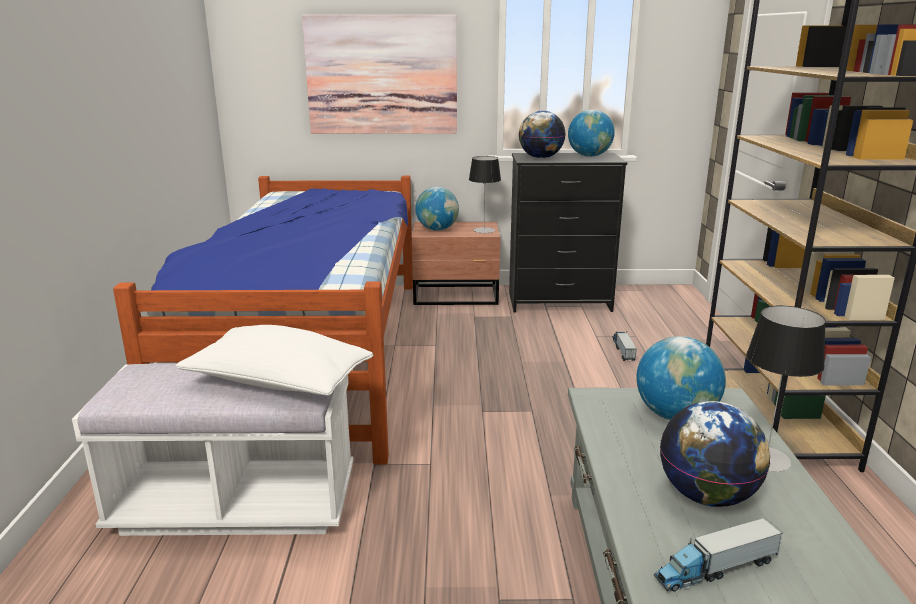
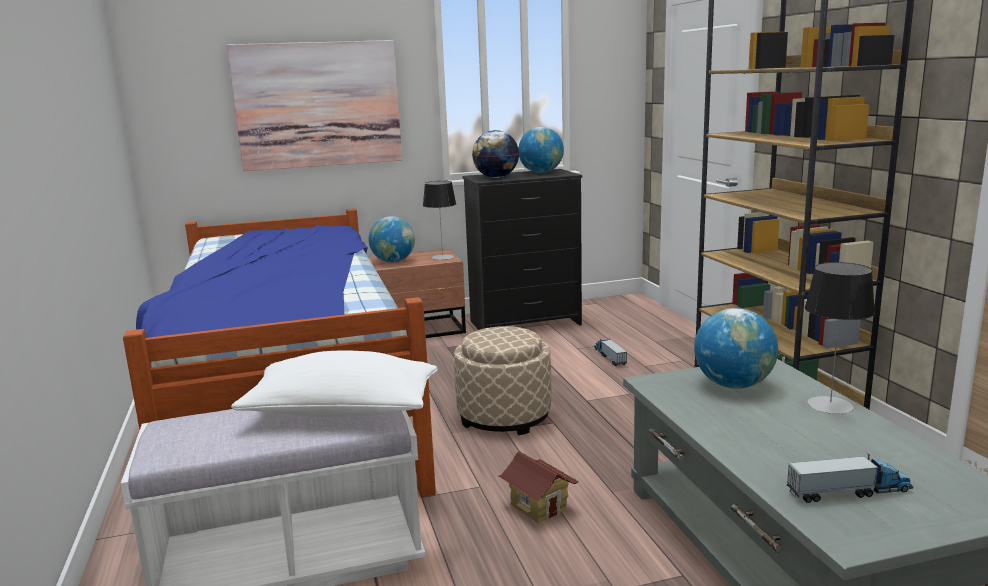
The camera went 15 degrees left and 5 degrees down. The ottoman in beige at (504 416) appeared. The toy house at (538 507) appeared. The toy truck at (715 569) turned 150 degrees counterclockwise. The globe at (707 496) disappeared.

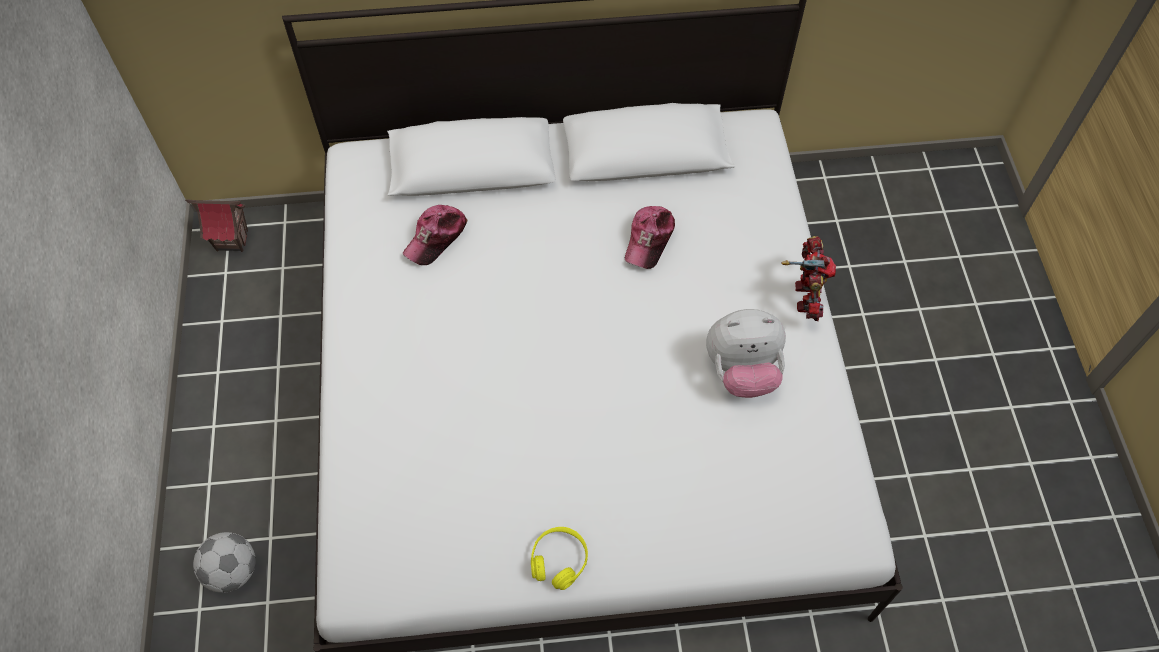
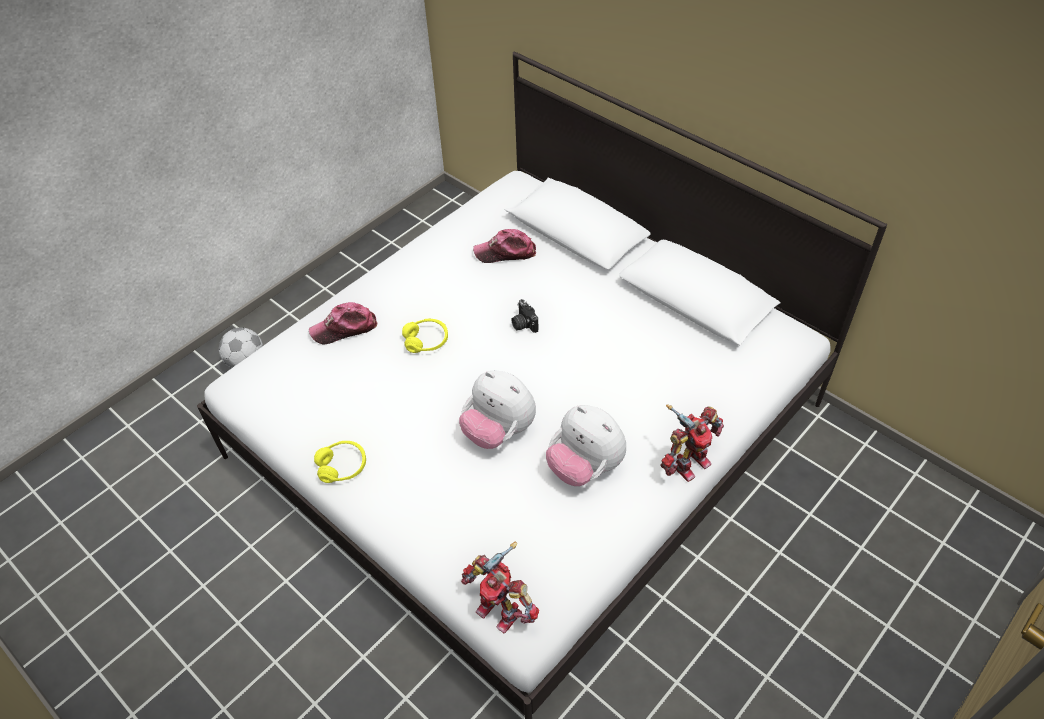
The camera went 50 degrees right and 10 degrees down. The cap moved from (649 240) to (344 328). The headphones in yellow at (426 341) appeared. The plush toy at (498 431) appeared. The toy robot at (501 609) appeared. The photo camera at (523 324) appeared. The toy house at (232 240) disappeared.

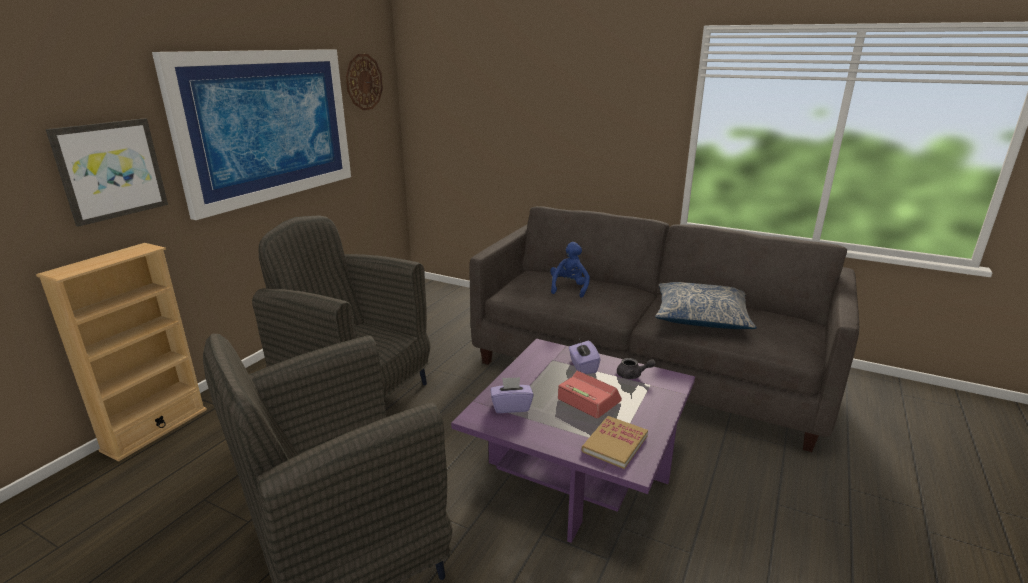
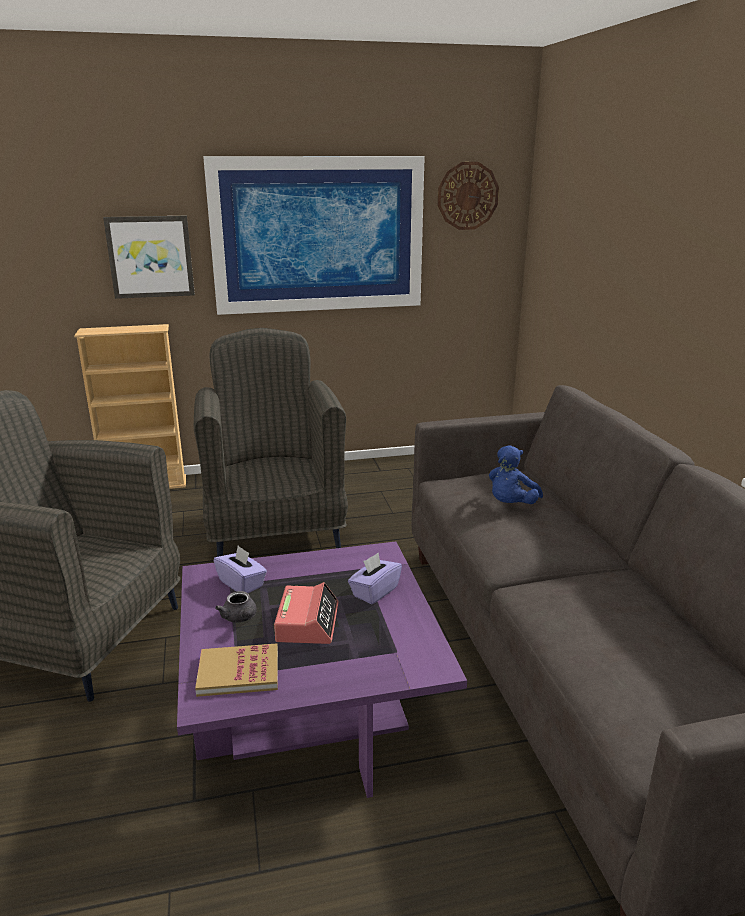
The camera went 50 degrees right and 0 degrees up. The teapot in grey moved from (632 375) to (240 618). The plush toy in blue at (569 288) turned 150 degrees clockwise. The pillow at (701 317) disappeared.

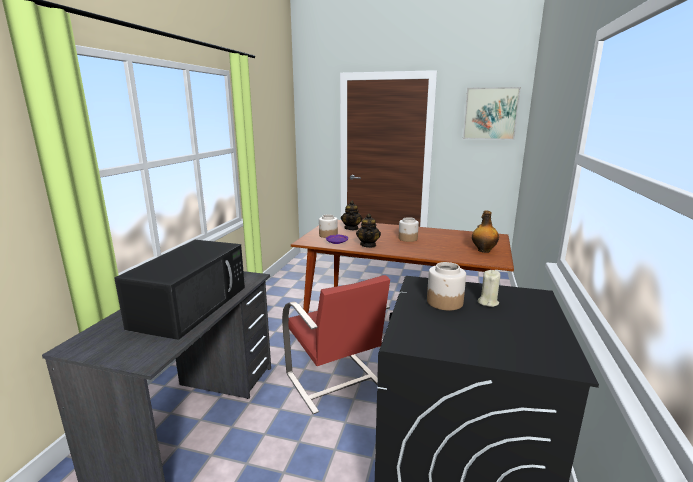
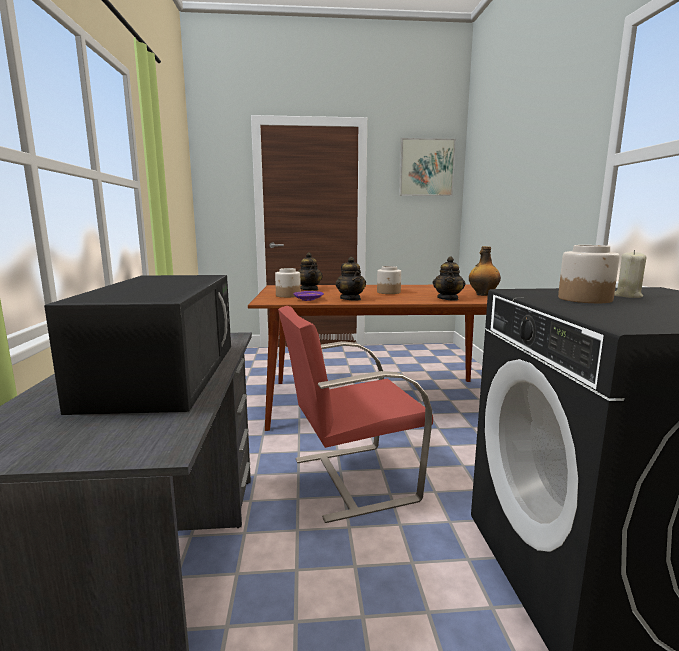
The camera went 20 degrees left and 5 degrees down. The chair in red at (335 381) turned 120 degrees clockwise. The teapot at (448 299) appeared.

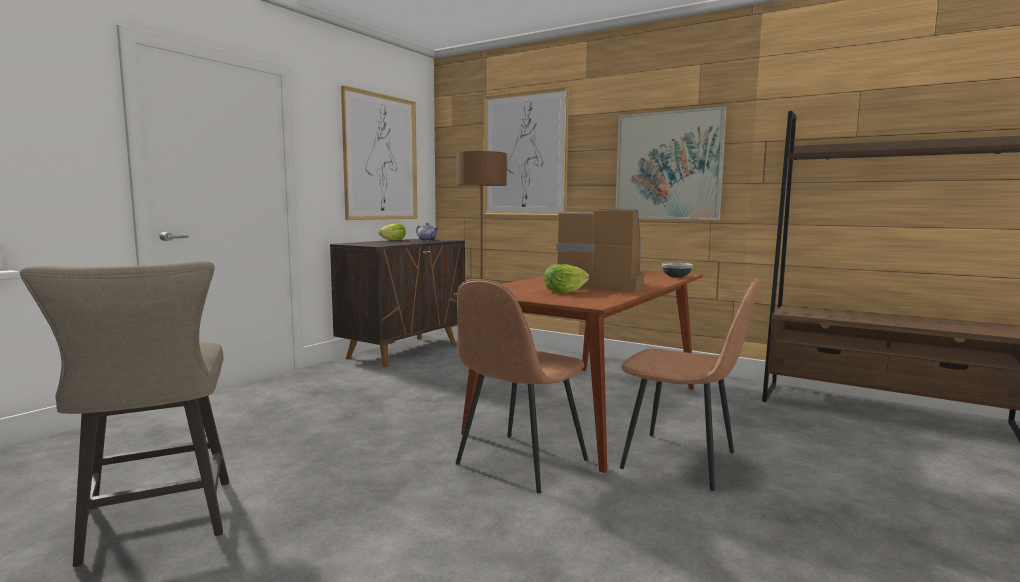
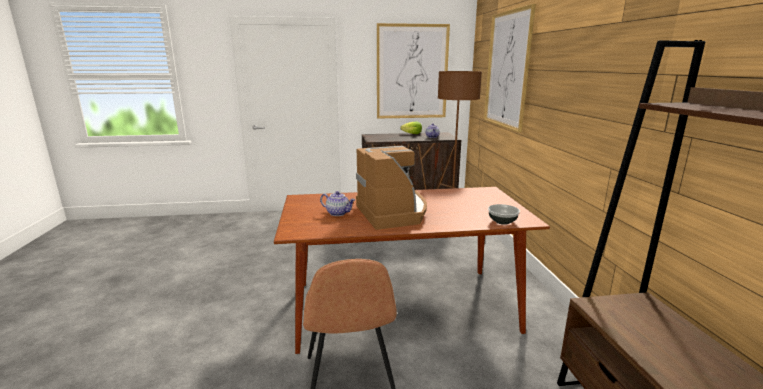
The camera went 50 degrees right and 10 degrees up. The lettuce at (564 291) was replaced by the teapot at (338 213). The stool in beige at (156 525) disappeared. The chair in brown at (519 463) disappeared. The picture at (668 166) disappeared.

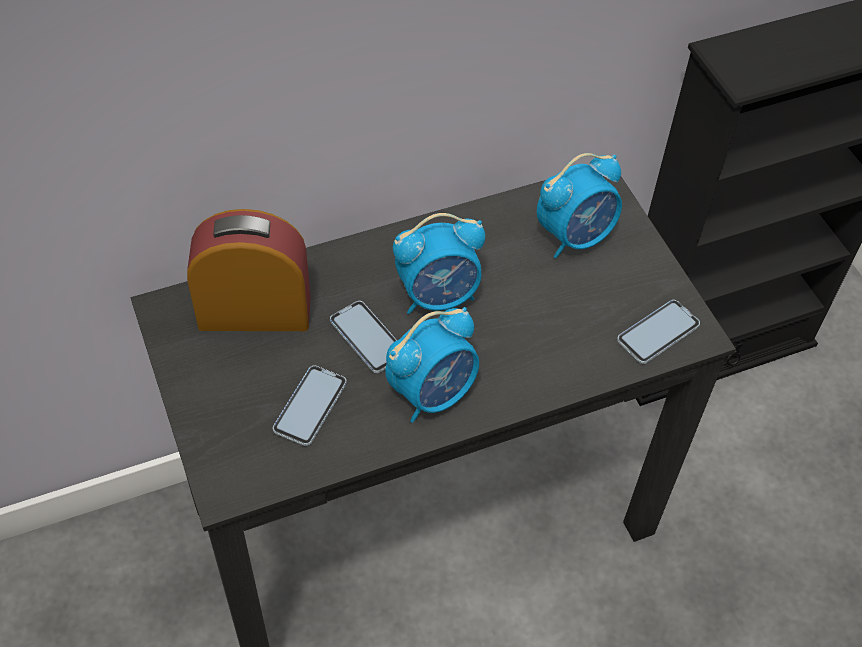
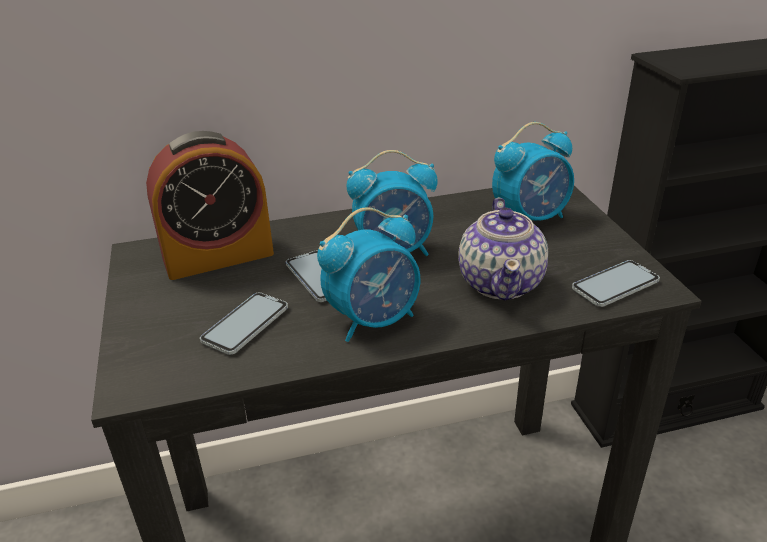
The camera went 10 degrees right and 20 degrees down. The alarm clock at (254 311) turned 150 degrees clockwise. The teapot at (501 282) appeared.

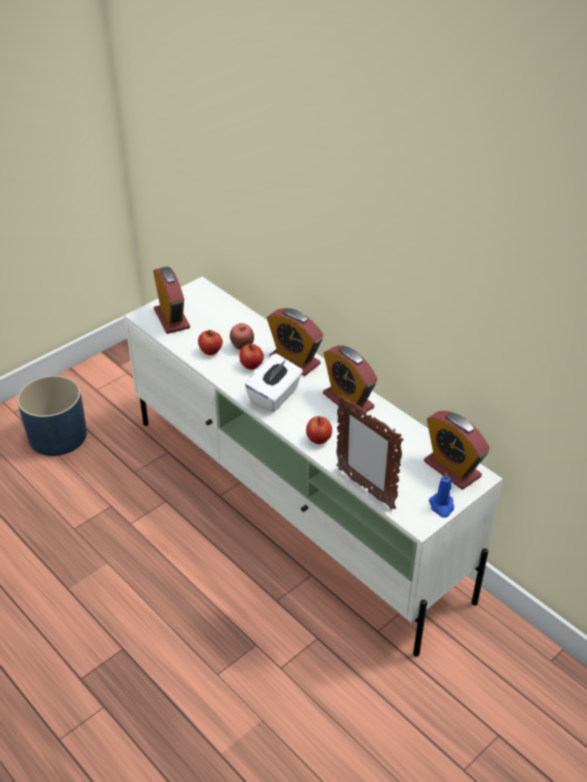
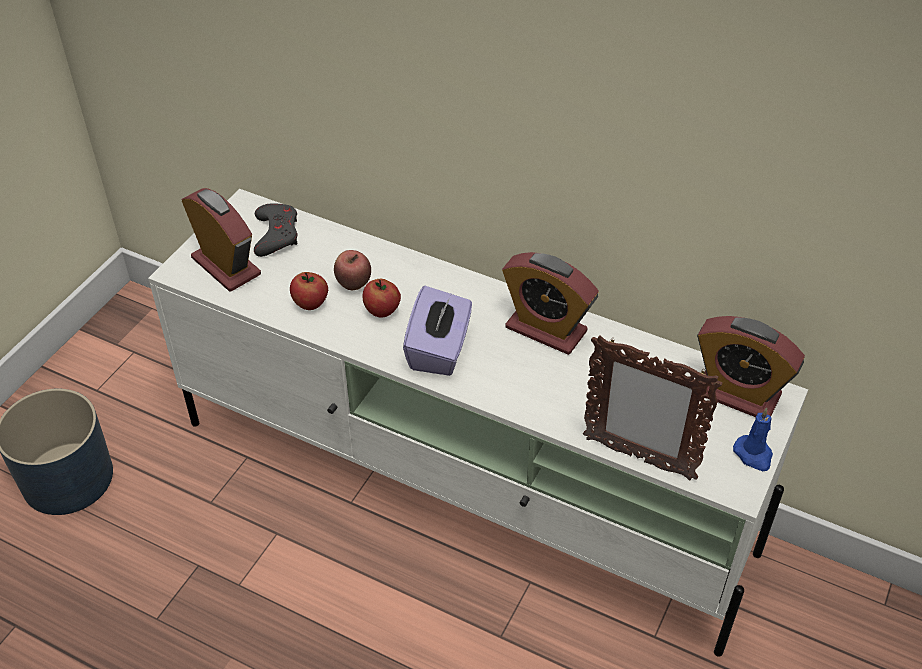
The camera went 20 degrees left and 5 degrees up. The game controller in grey at (276 234) appeared. The tissue box in white at (275 396) became the tissue box in purple at (439 349). The alarm clock at (294 361) disappeared. The apple at (318 440) disappeared.

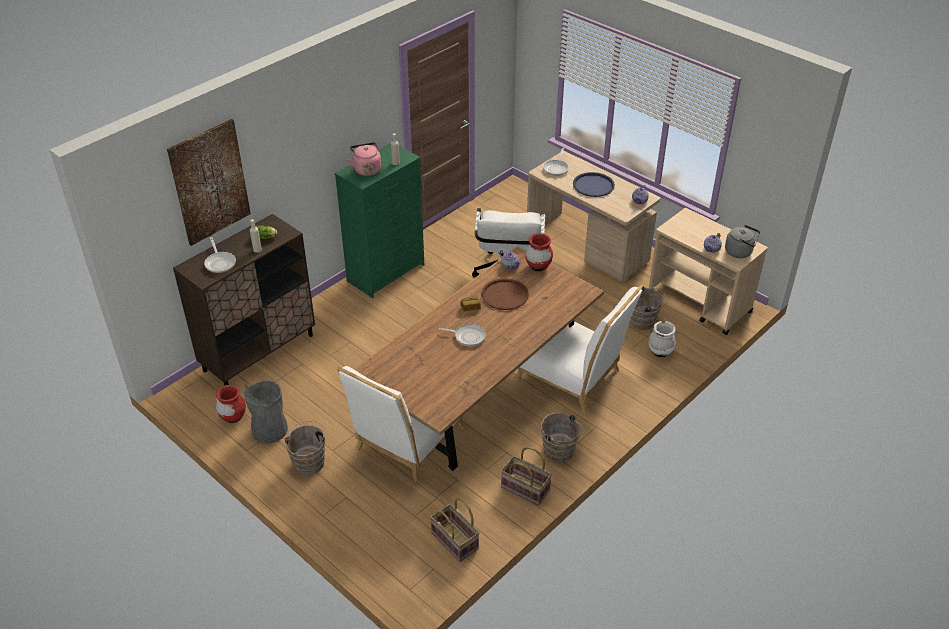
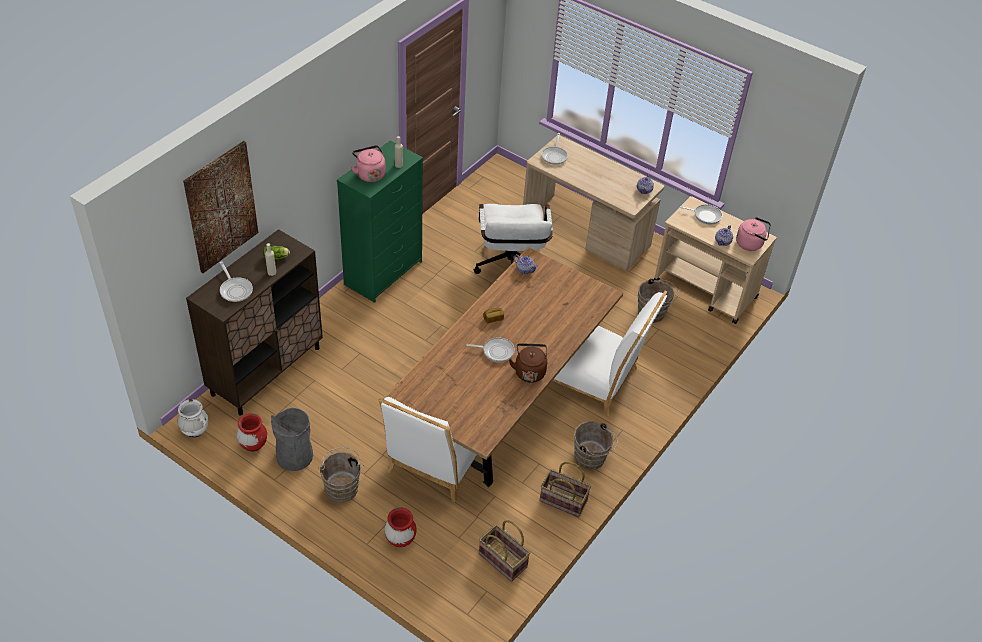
The camera went 10 degrees left and 5 degrees up. The vase in white moved from (660 352) to (195 431). The vase in red moved from (538 267) to (400 539). The kettle in brown at (529 371) appeared. The frying pan at (705 215) appeared. The kettle in grey at (740 252) became the kettle in pink at (751 244). The tray in brown at (505 295) disappeared. The tray in blue at (593 185) disappeared.

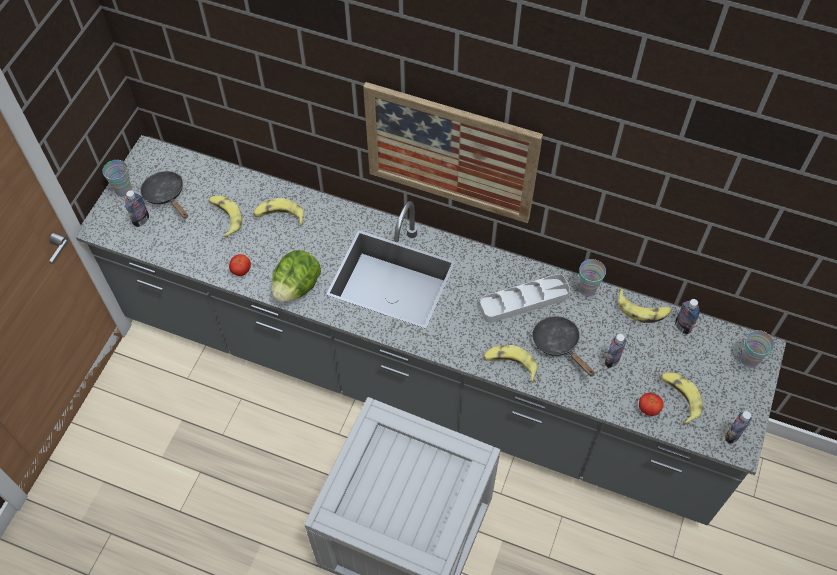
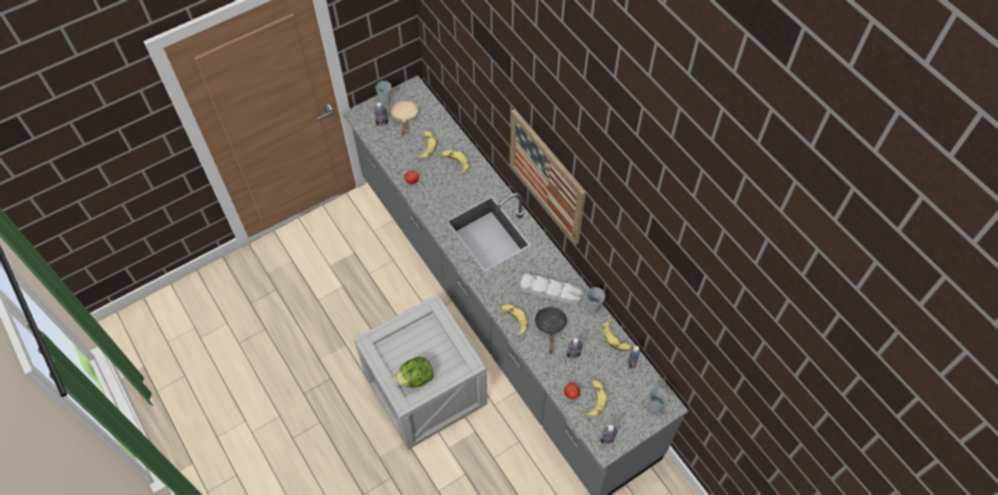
The camera went 35 degrees right and 0 degrees up. The frying pan in black at (166 195) became the frying pan in beige at (405 117). The lettuce moved from (297 287) to (416 378).

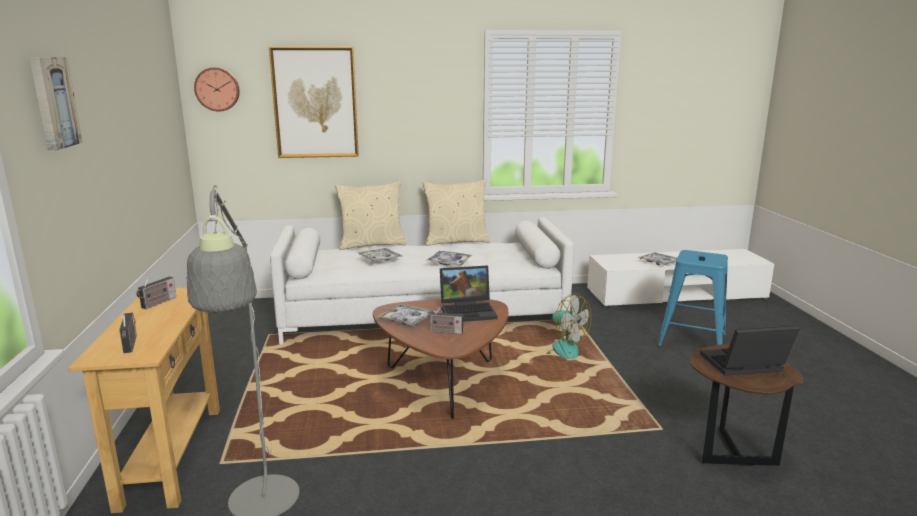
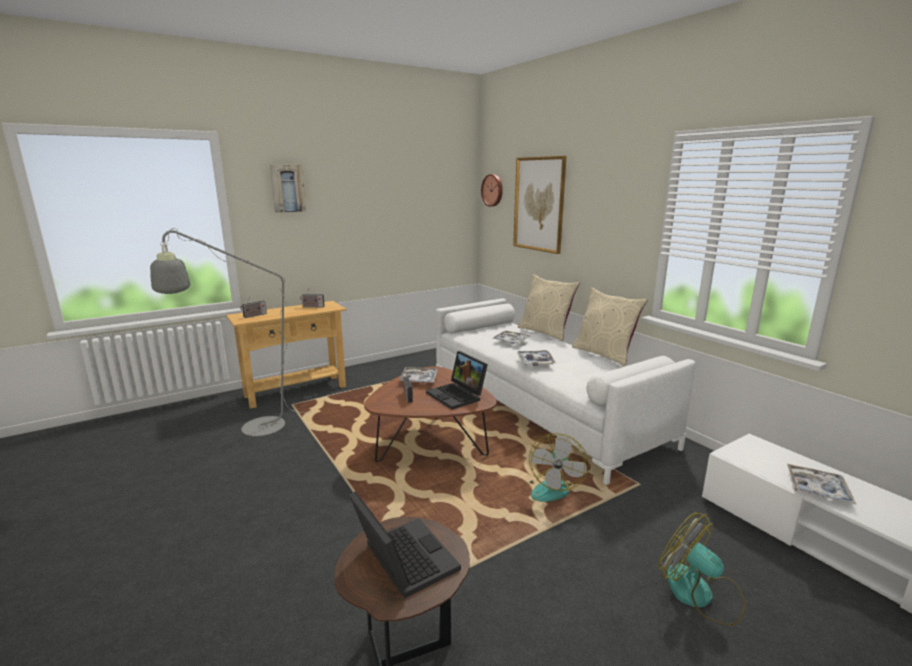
The camera went 65 degrees right and 0 degrees up. The stool in blue at (691 340) was replaced by the fan at (700 594).

